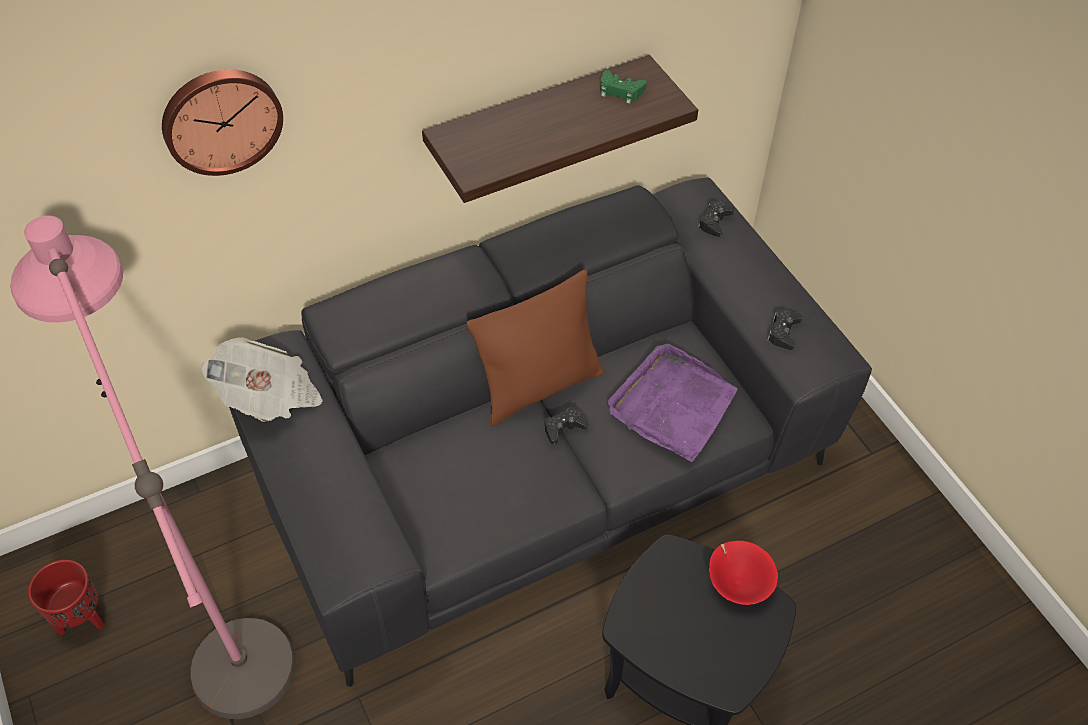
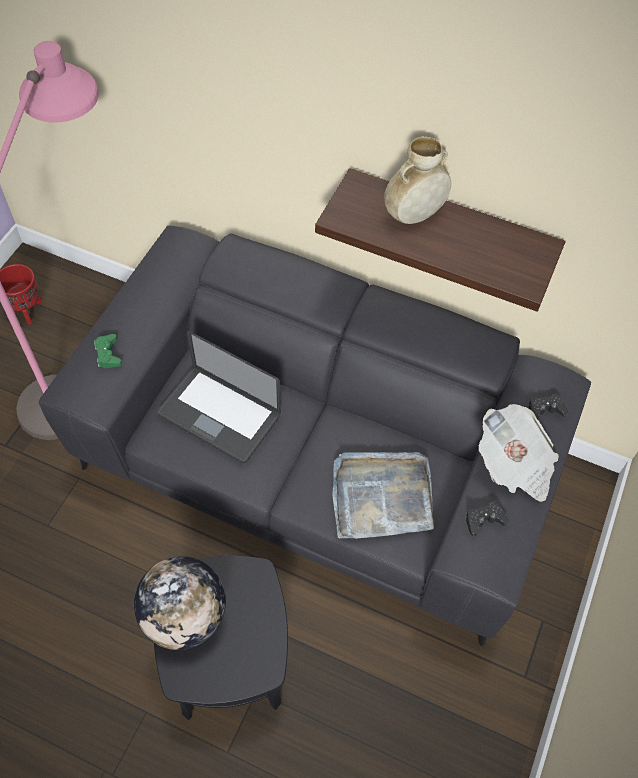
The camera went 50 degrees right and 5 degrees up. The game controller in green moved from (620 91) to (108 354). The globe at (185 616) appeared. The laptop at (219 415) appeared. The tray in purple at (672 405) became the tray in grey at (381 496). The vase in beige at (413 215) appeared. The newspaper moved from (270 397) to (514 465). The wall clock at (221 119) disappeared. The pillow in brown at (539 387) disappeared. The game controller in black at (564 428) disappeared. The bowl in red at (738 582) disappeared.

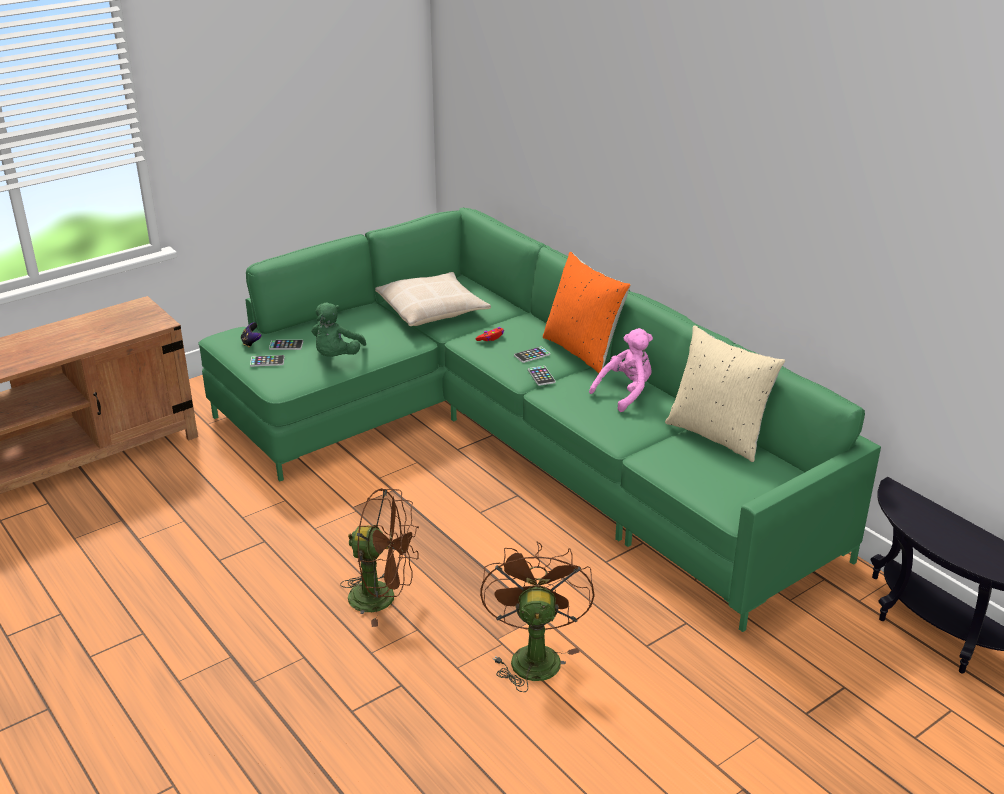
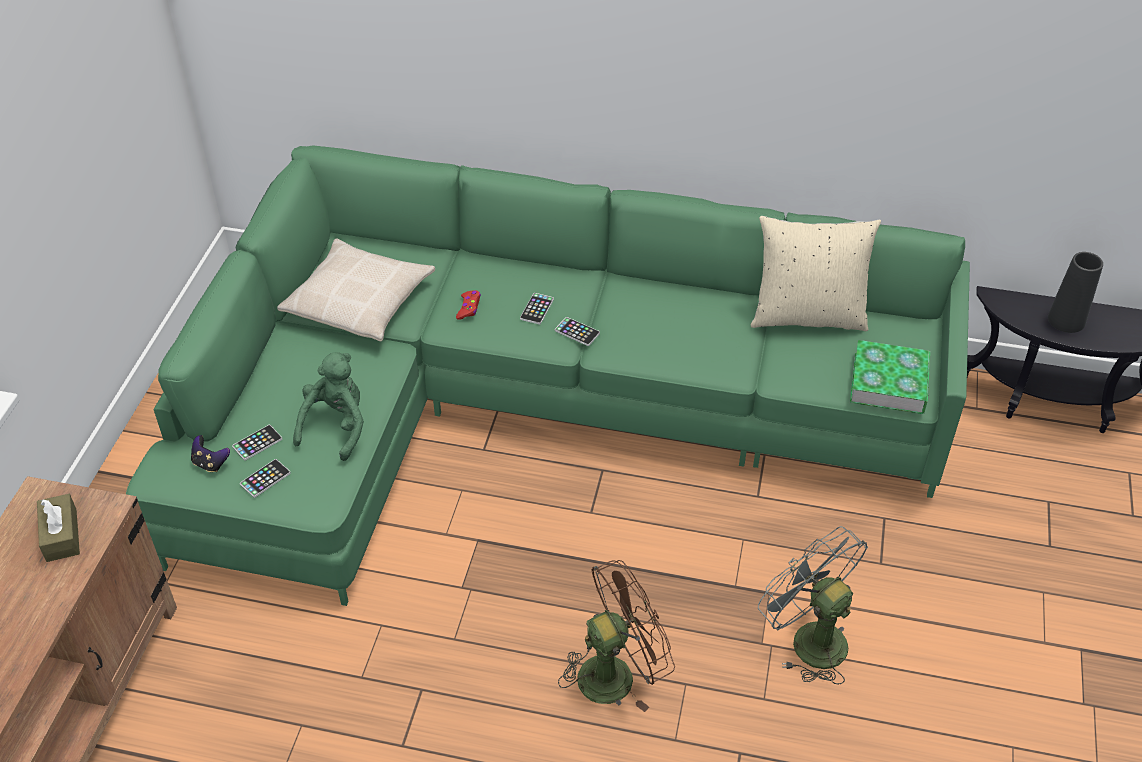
The camera went 40 degrees left and 15 degrees up. The tissue box in brown at (61 535) appeared. The plush toy in green at (336 357) turned 135 degrees counterclockwise. The fan in brown at (533 655) became the fan in grey at (808 638). The book at (889 383) appeared. The vase in black at (1066 320) appeared. The pillow in orange at (583 351) disappeared. The plush toy in pink at (625 393) disappeared.

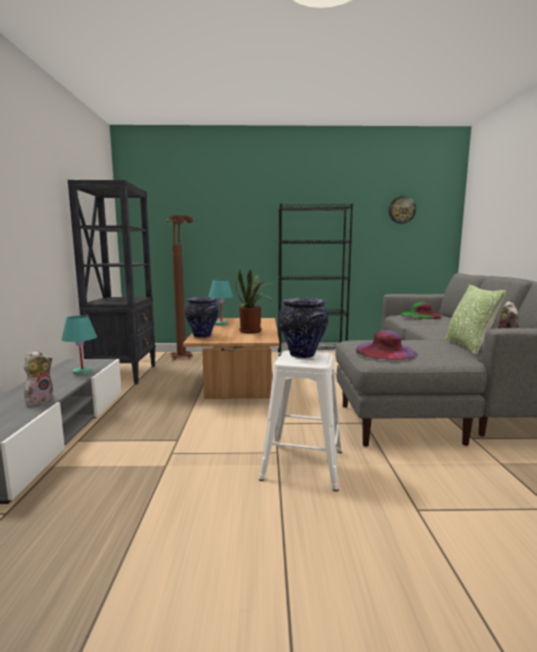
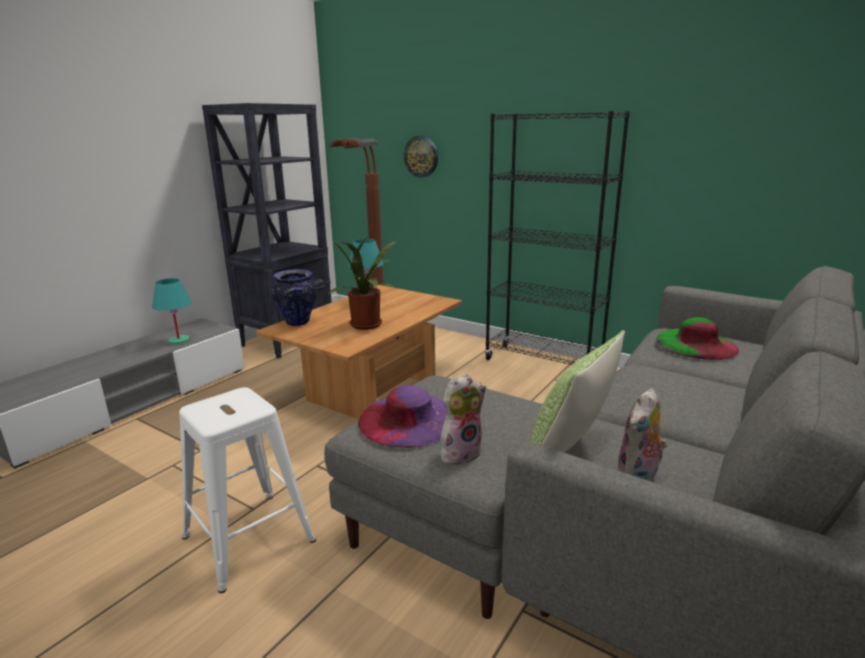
The camera went 35 degrees right and 10 degrees up. The wall clock moved from (401 210) to (421 156). The plush toy moved from (39 401) to (460 452). The vase at (303 355) disappeared.

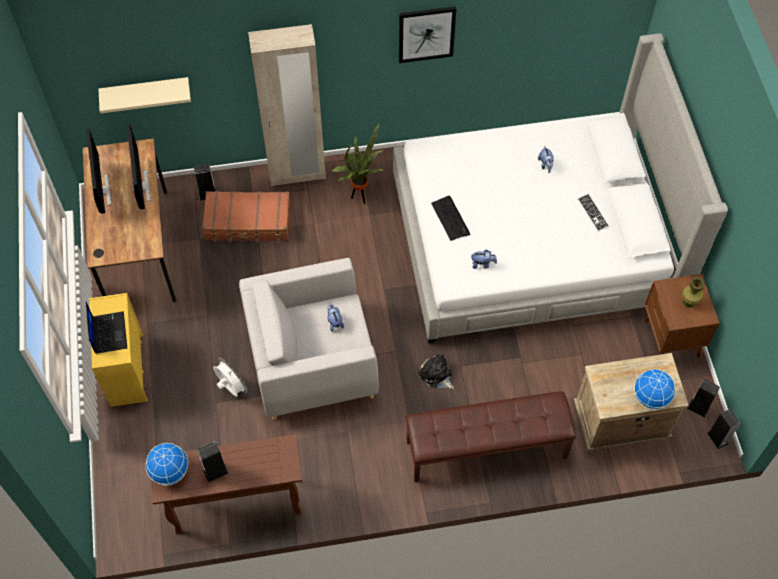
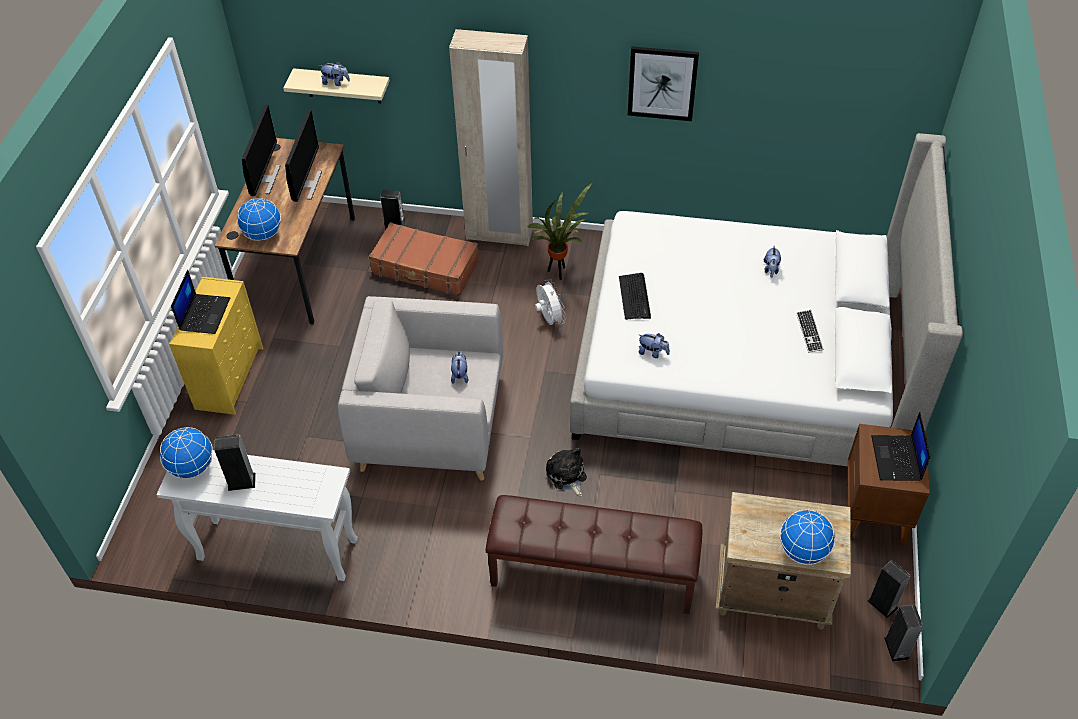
The camera went 20 degrees right and 10 degrees down. The console table in brown at (236 505) became the console table in white at (276 550). The globe at (263 235) appeared. The plush toy at (336 82) appeared. The fan in white moved from (230 388) to (549 319). The vase in green at (689 302) was replaced by the laptop at (897 459).

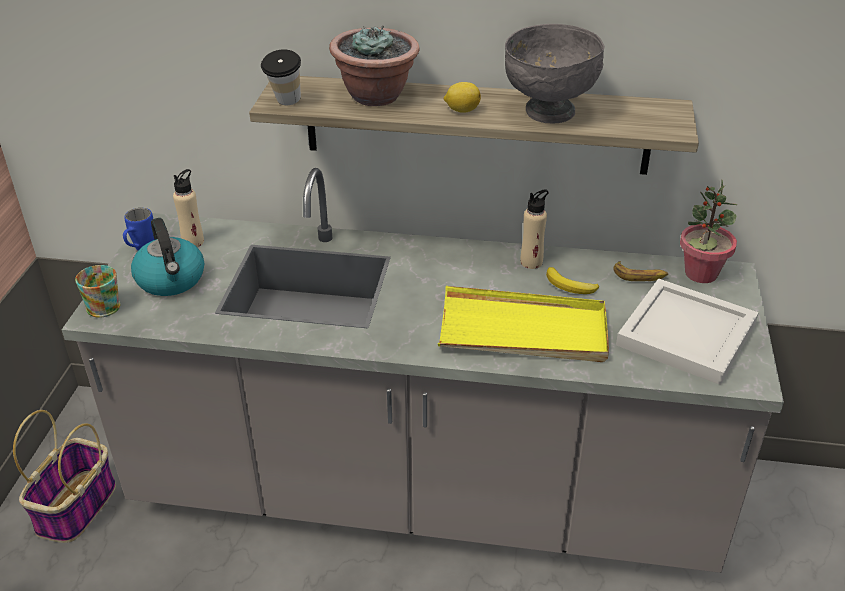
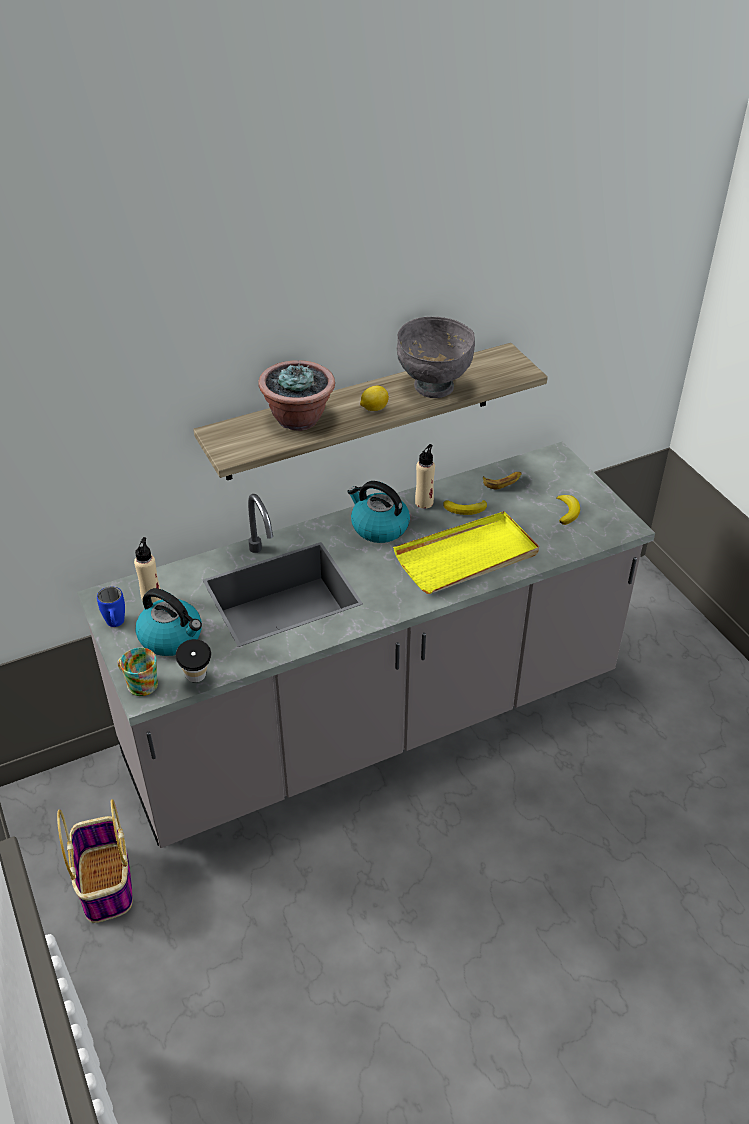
The camera went 35 degrees left and 5 degrees up. The cup moved from (285 104) to (197 680). The kettle at (378 527) appeared. The tray in white at (688 334) was replaced by the banana at (567 511). The potted plant at (700 274) disappeared.

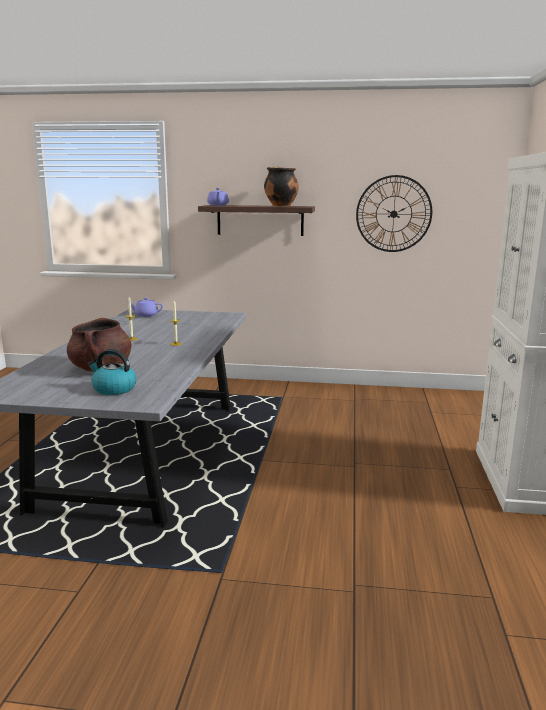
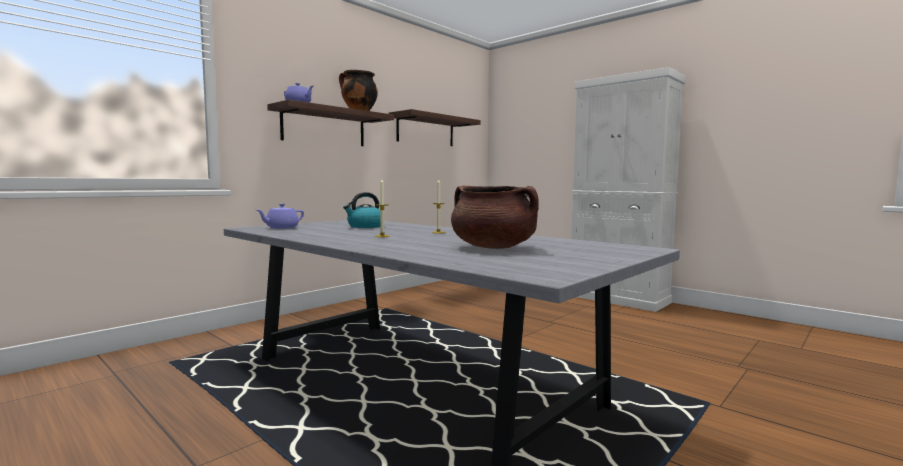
The camera went 55 degrees left and 10 degrees down. The kettle moved from (113 389) to (365 226). The wall clock at (393 214) was replaced by the shelf at (425 130).

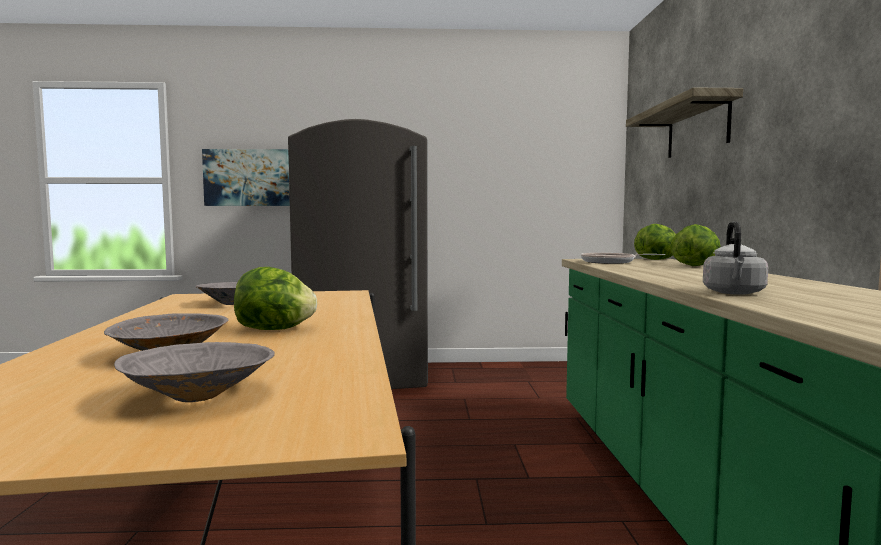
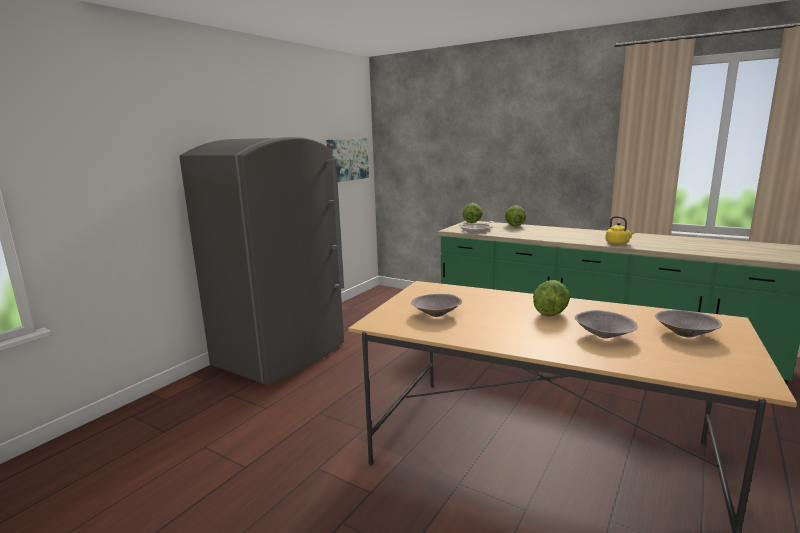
The camera went 55 degrees left and 10 degrees up. The picture moved from (247 178) to (347 159). The kettle in grey at (734 293) became the kettle in yellow at (618 243). The shelf at (697 128) disappeared.

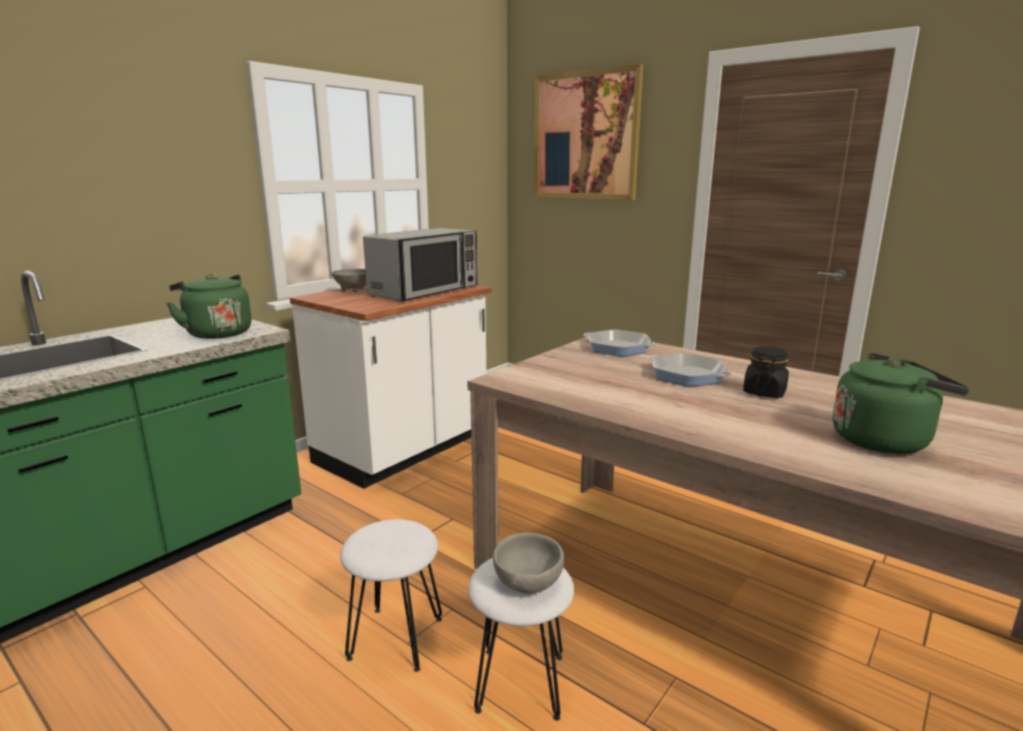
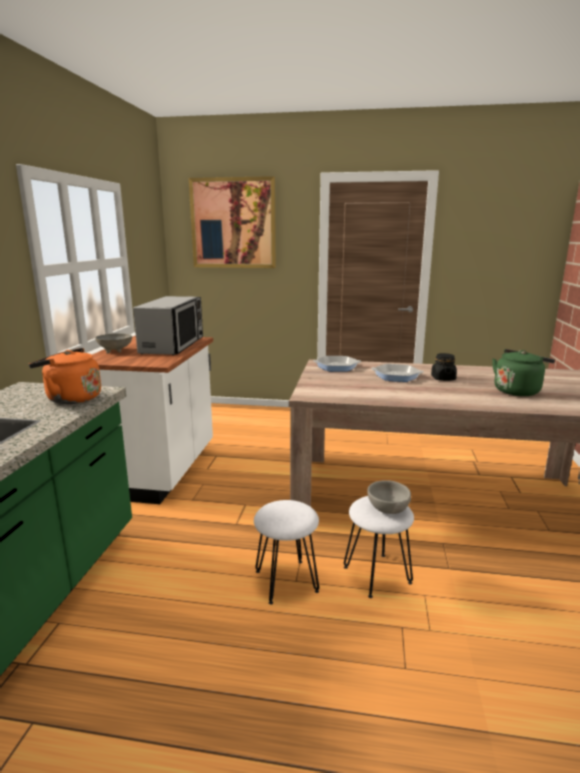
The camera went 30 degrees left and 0 degrees up. The kettle in green at (217 333) became the kettle in orange at (71 399).

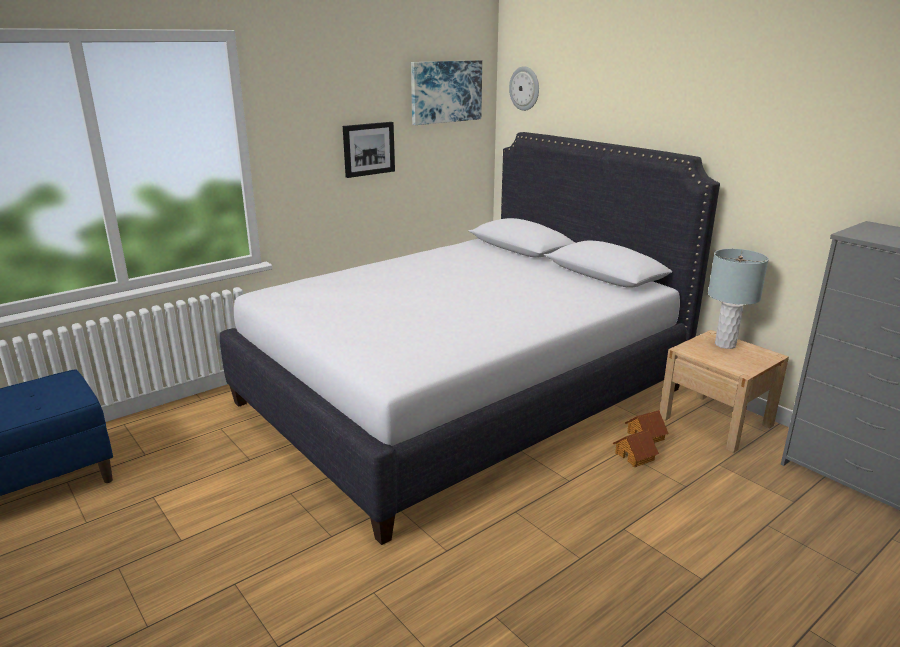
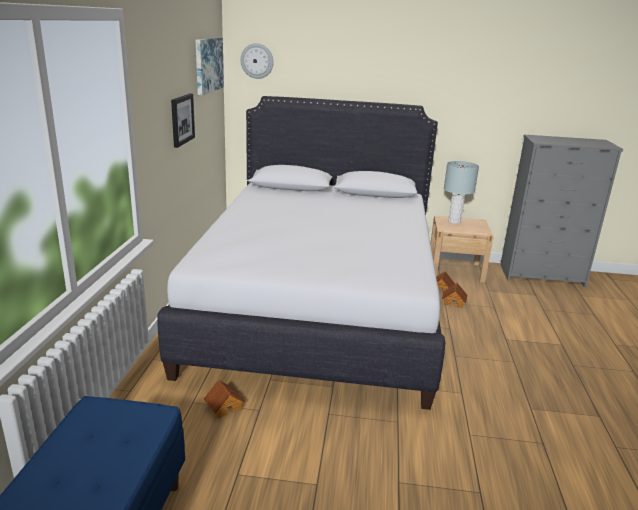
The camera went 45 degrees left and 0 degrees up. The toy house at (224 407) appeared.

